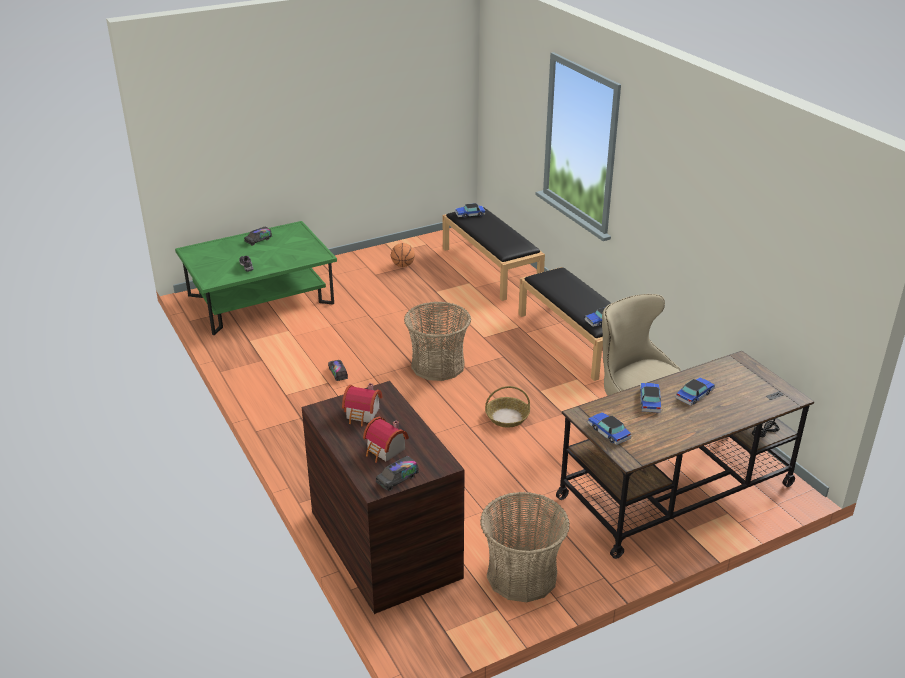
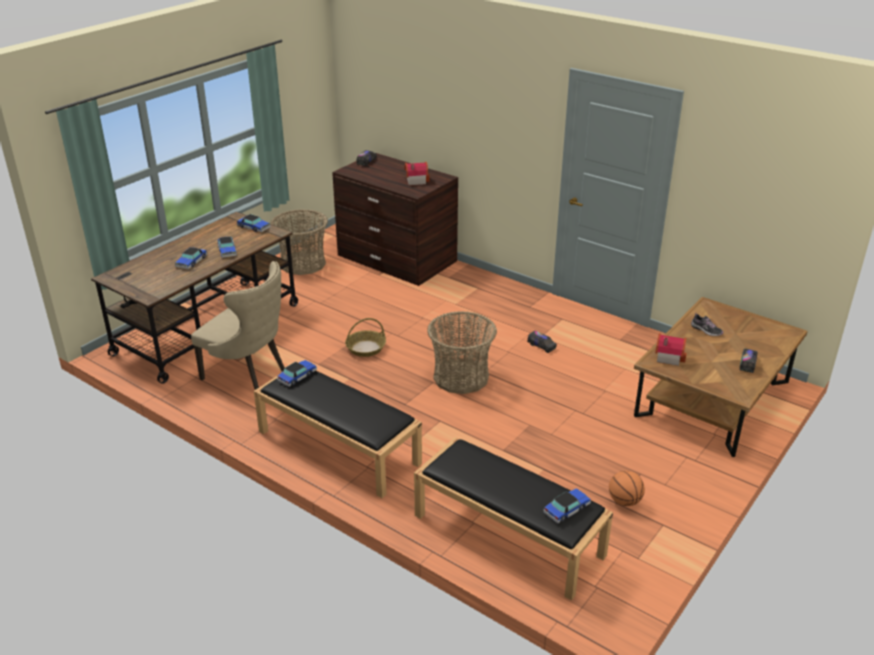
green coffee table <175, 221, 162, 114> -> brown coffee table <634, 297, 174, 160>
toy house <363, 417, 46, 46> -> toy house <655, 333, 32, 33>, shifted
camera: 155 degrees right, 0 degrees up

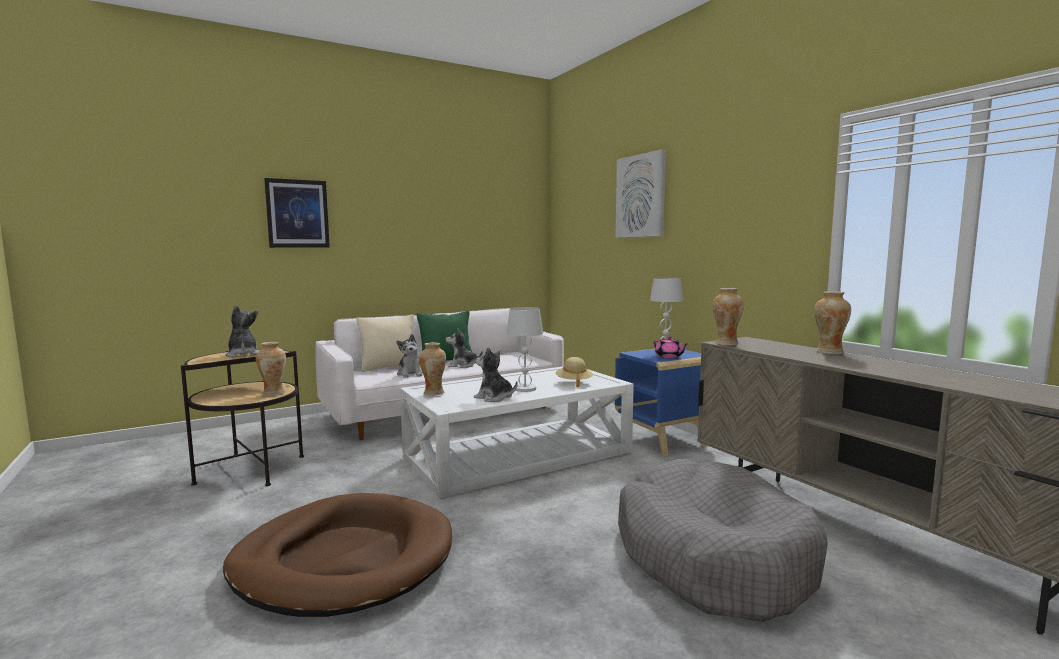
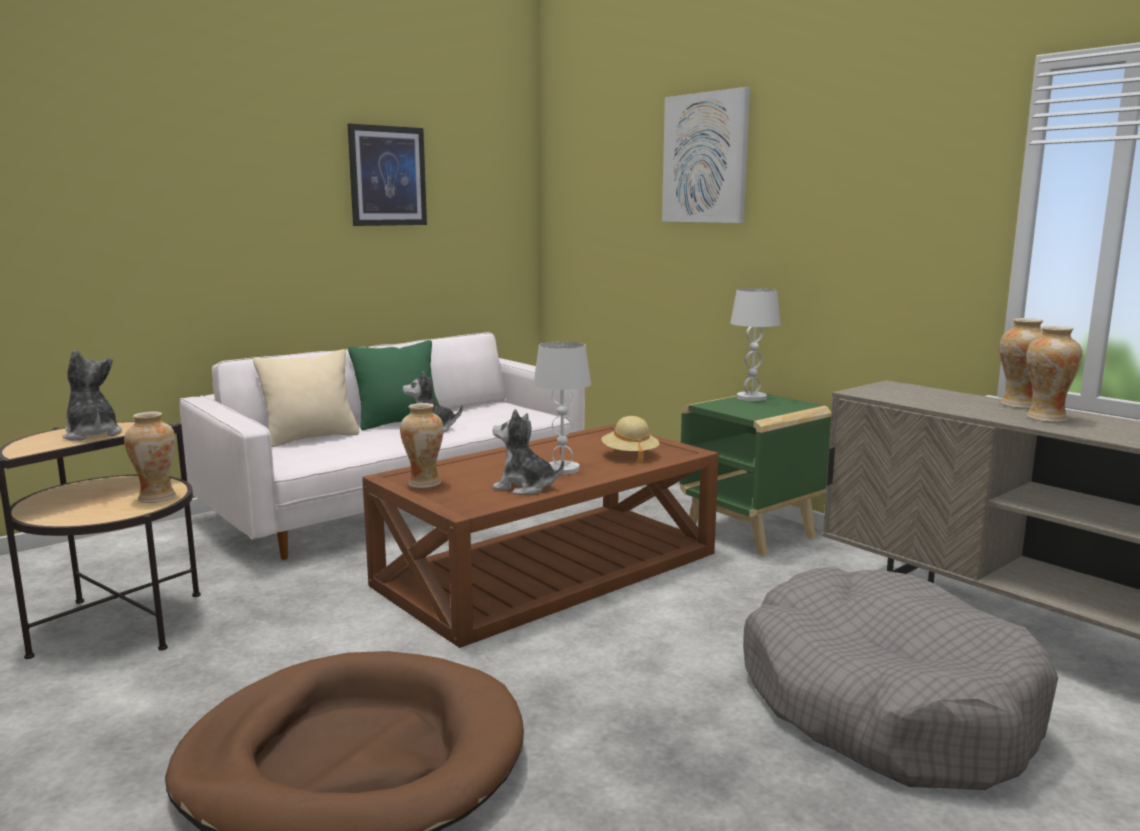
picture <264, 178, 66, 70> -> picture <347, 123, 80, 103>, shifted
vase <712, 288, 32, 57> -> vase <1026, 326, 56, 96>, shifted
plush toy <396, 334, 27, 44> -> none
pink teapot <653, 336, 34, 23> -> none
blue side table <615, 349, 92, 107> -> green side table <680, 393, 151, 163>
white coffee table <400, 366, 234, 132> -> brown coffee table <362, 424, 356, 224>
camera: 10 degrees left, 5 degrees up

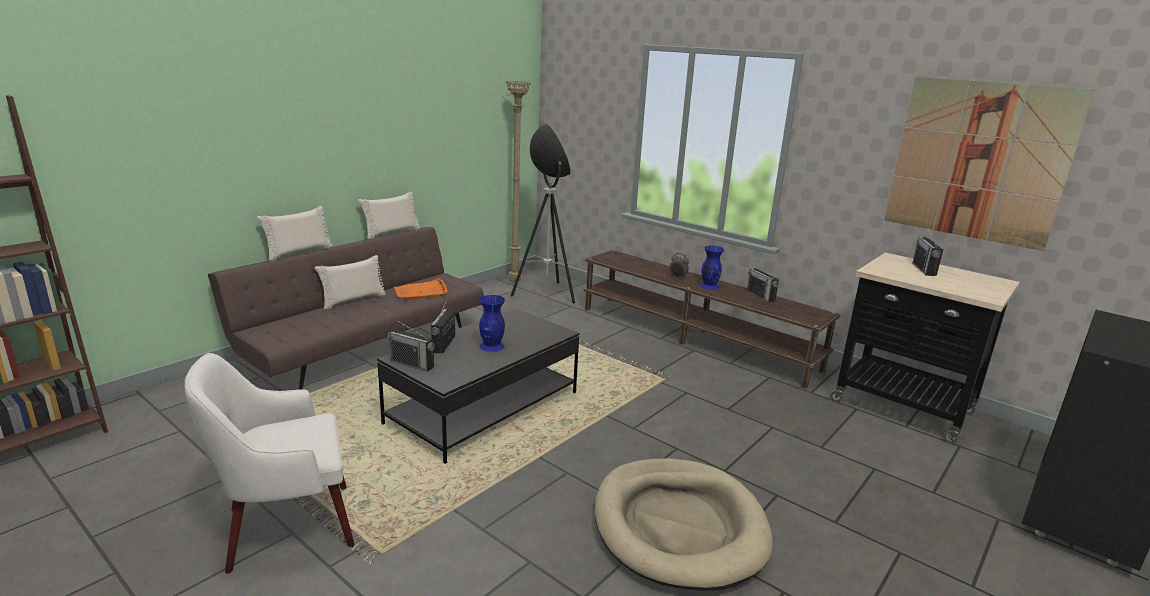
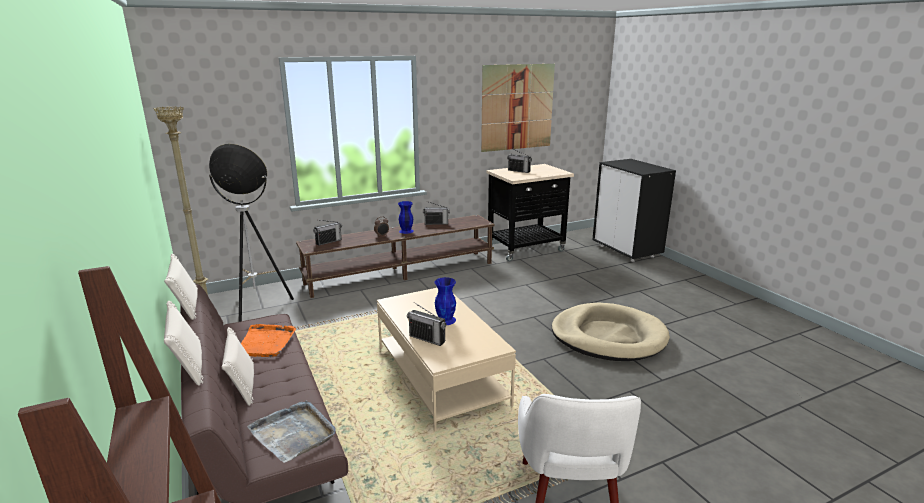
black coffee table <377, 308, 203, 156> -> beige coffee table <377, 288, 139, 143>
radio <388, 320, 47, 52> -> radio <313, 220, 29, 26>, shifted
none -> grey tray <247, 400, 89, 63>
camera: 65 degrees left, 0 degrees up

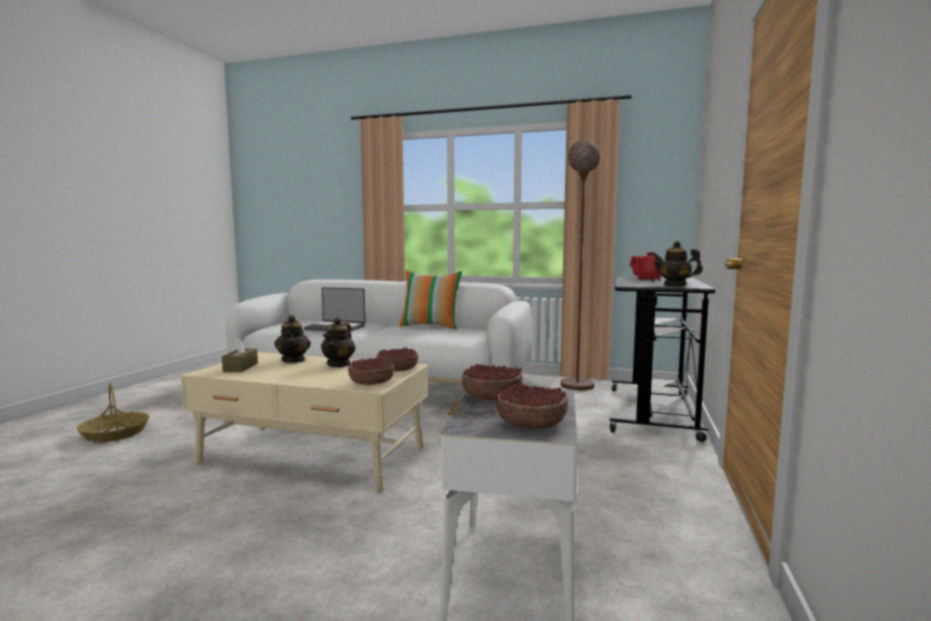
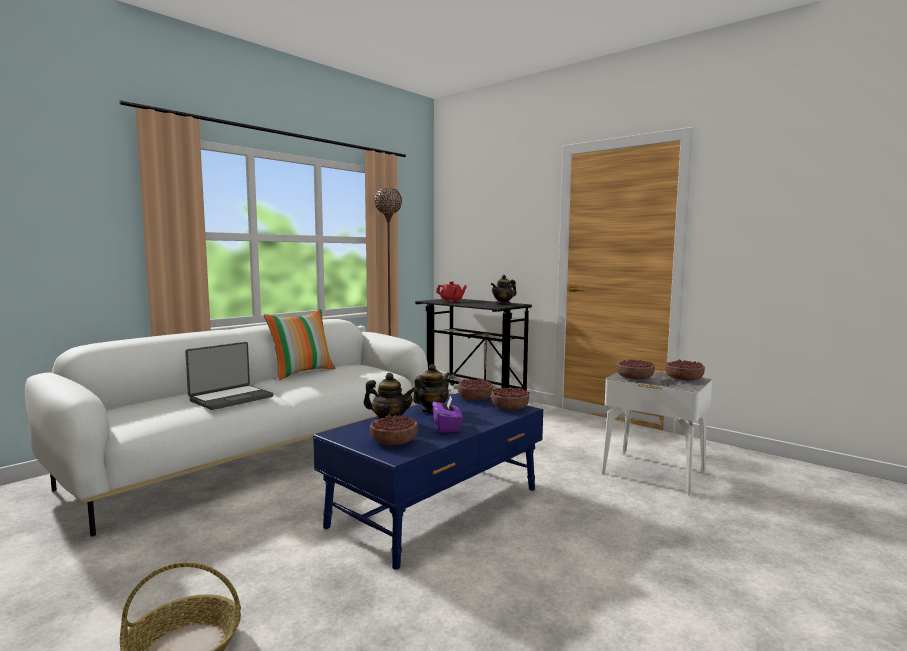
teapot <321, 317, 34, 50> -> teapot <413, 364, 37, 49>, 90 degrees counterclockwise
brown tissue box <222, 337, 36, 35> -> bowl <370, 414, 48, 31>
beige coffee table <181, 352, 247, 139> -> blue coffee table <313, 393, 230, 177>
none -> purple tissue box <432, 395, 30, 38>
camera: 65 degrees left, 0 degrees up

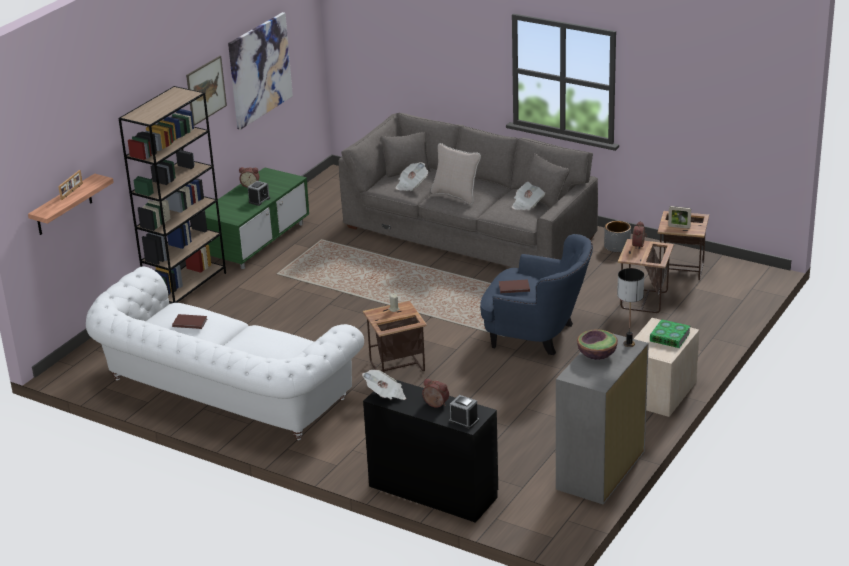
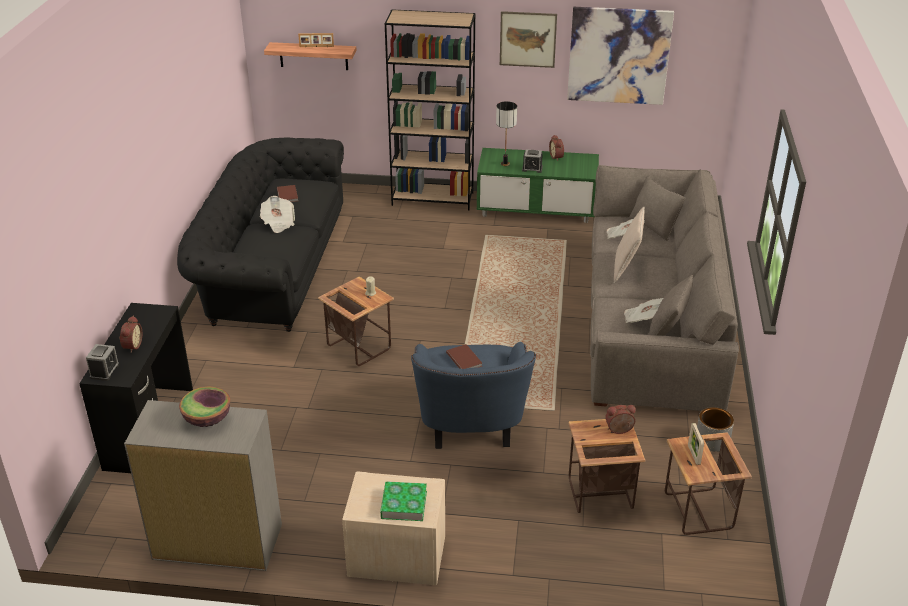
white sofa <86, 266, 278, 174> -> black sofa <177, 138, 167, 194>
table lamp <617, 268, 27, 79> -> table lamp <496, 101, 21, 65>, shifted
newspaper <362, 370, 44, 30> -> newspaper <260, 196, 35, 37>, shifted
camera: 65 degrees right, 5 degrees up

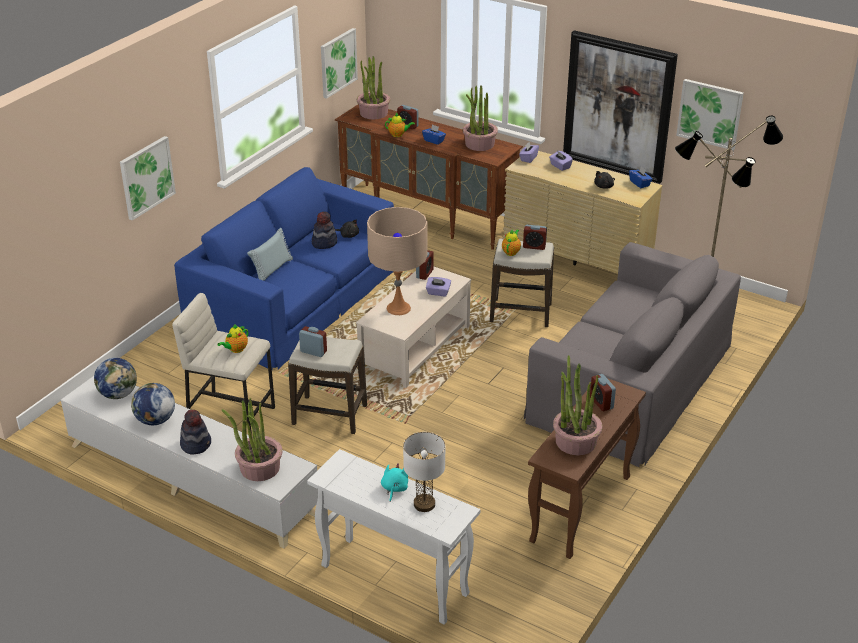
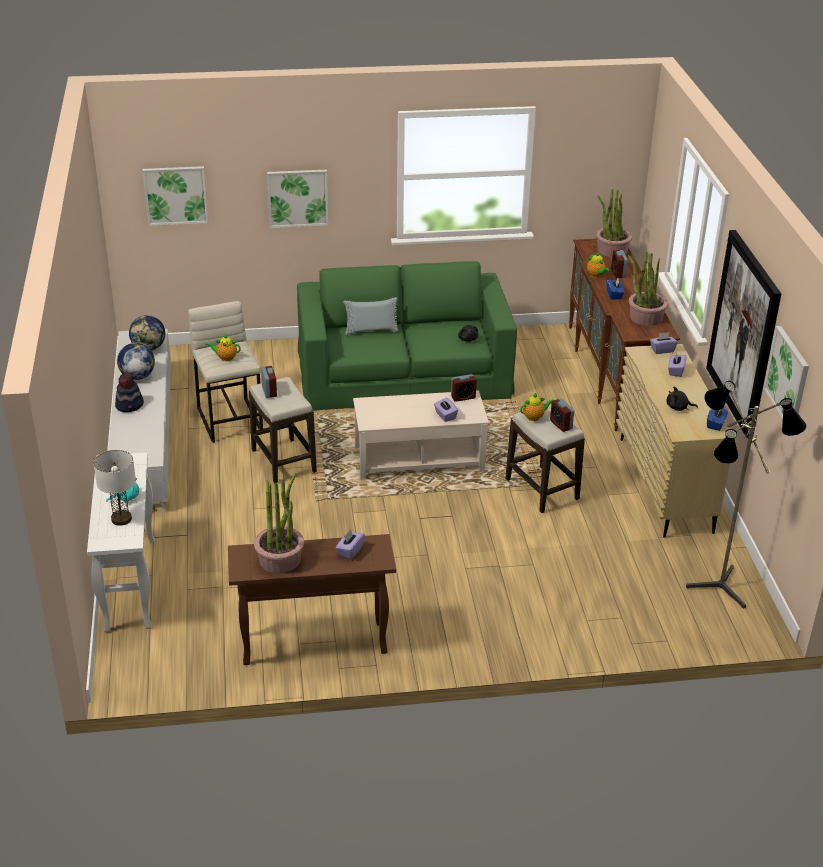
picture <321, 28, 37, 71> -> picture <143, 166, 65, 60>, shifted
blue sofa <174, 167, 220, 203> -> green sofa <297, 261, 220, 150>
beige table lamp <367, 207, 60, 108> -> none
hat <312, 212, 25, 37> -> none
grey sofa <524, 242, 217, 225> -> none
alarm clock <590, 374, 26, 37> -> purple tissue box <336, 529, 29, 31>
potted plant <222, 398, 61, 83> -> none
camera: 50 degrees right, 0 degrees up

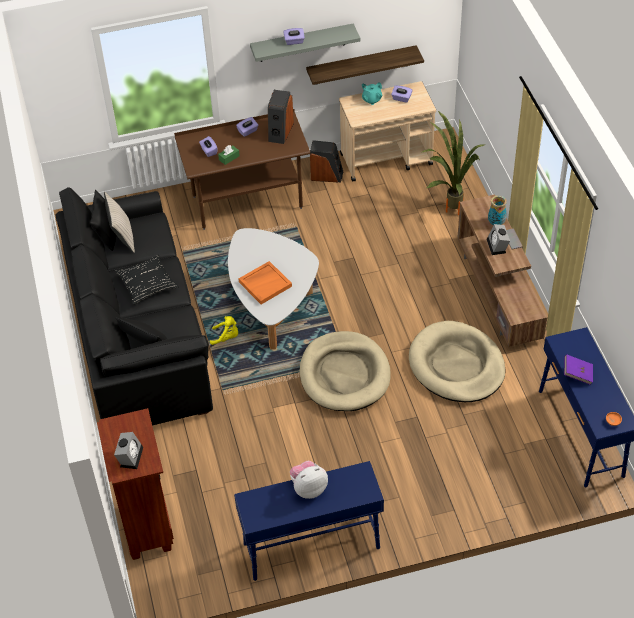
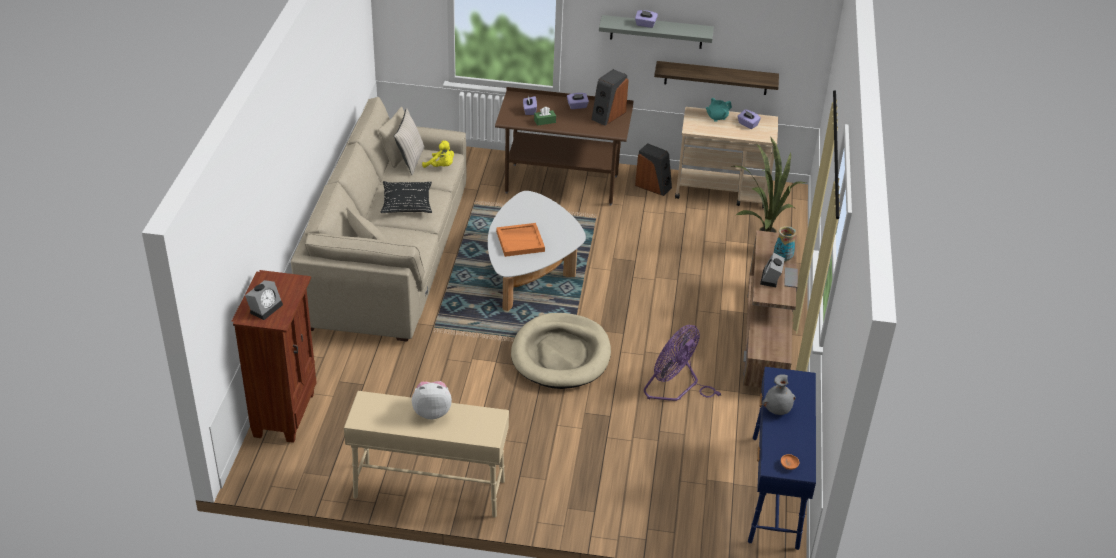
black sofa <56, 187, 157, 239> -> beige sofa <291, 97, 175, 245>
yellow plush toy <210, 316, 28, 29> -> yellow plush toy <422, 141, 32, 27>, shifted
beige dog bed <409, 321, 97, 81> -> purple fan <644, 325, 77, 76>
purple book <564, 354, 29, 31> -> grey vase <762, 374, 34, 41>
blue console table <234, 461, 150, 120> -> beige console table <344, 391, 165, 126>
camera: 20 degrees right, 10 degrees down

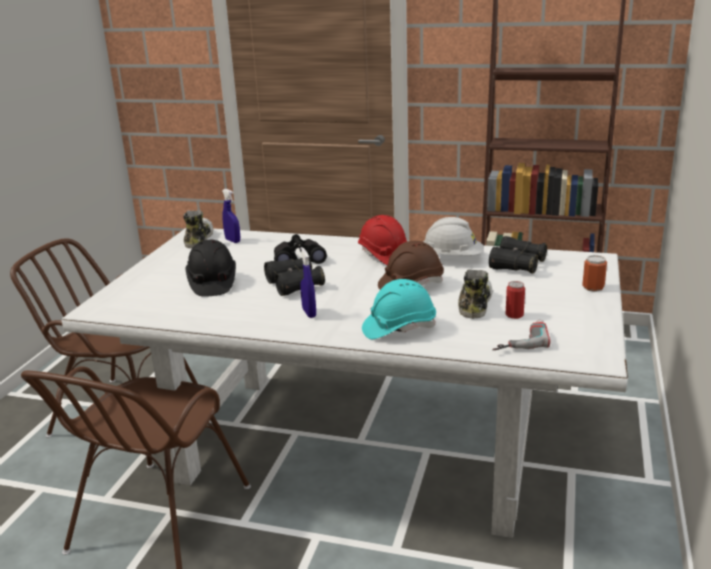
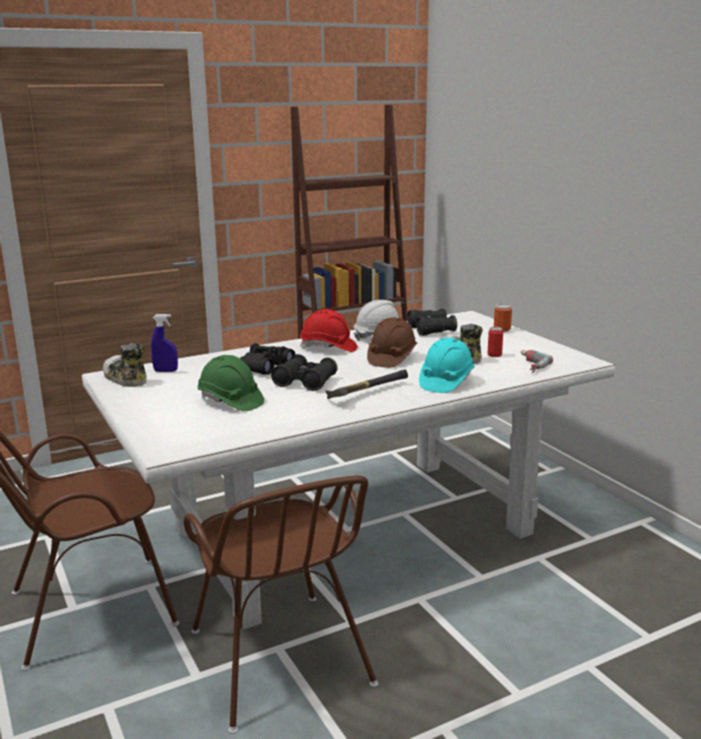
black hard hat <186, 240, 50, 57> -> green hard hat <197, 355, 67, 56>
blue spray bottle <300, 247, 16, 71> -> hammer <326, 370, 82, 29>
camera: 45 degrees left, 5 degrees down

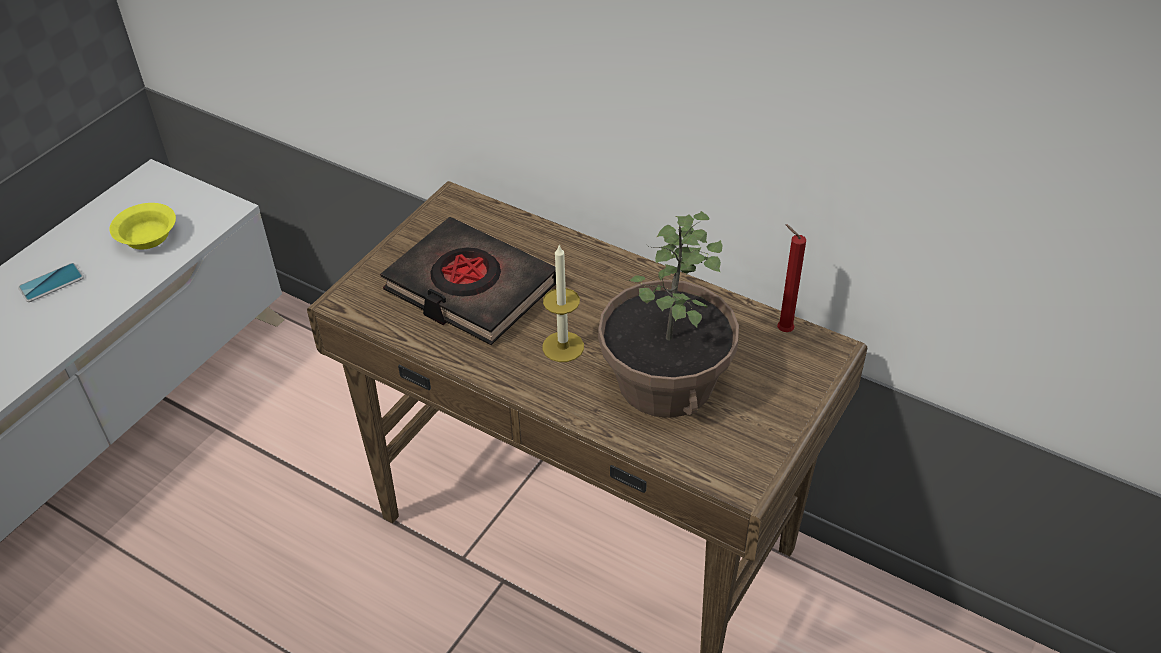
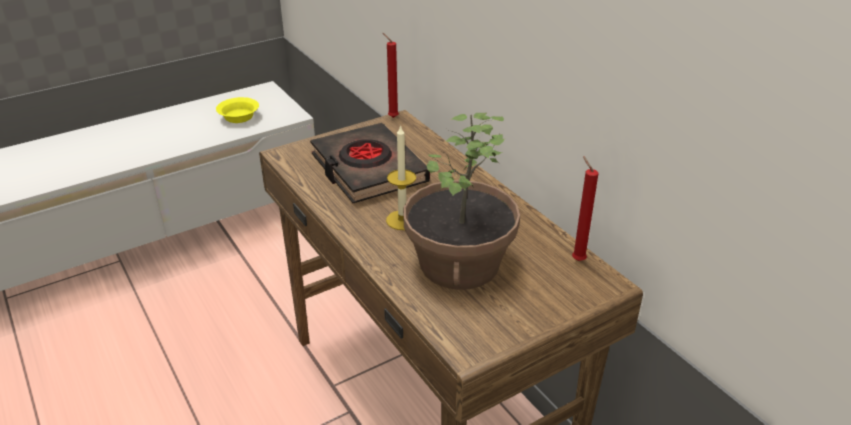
phone <18, 263, 66, 39> -> none
none -> red candle <383, 33, 16, 85>
camera: 25 degrees right, 10 degrees down

